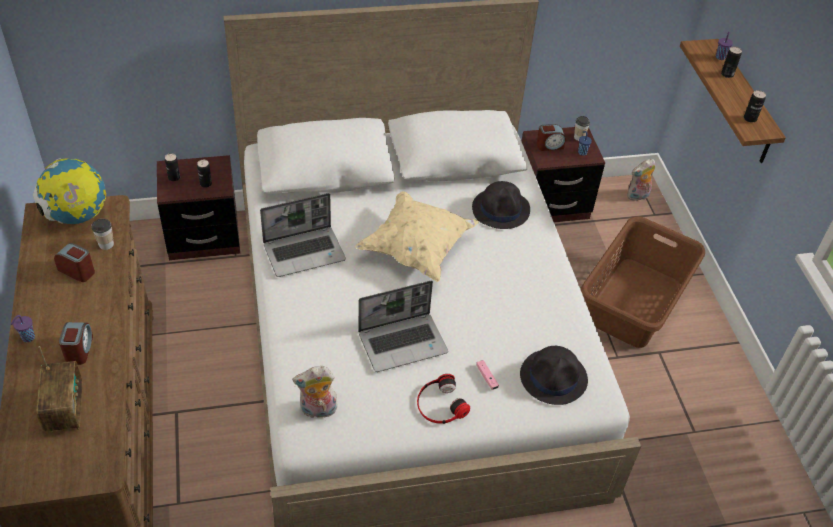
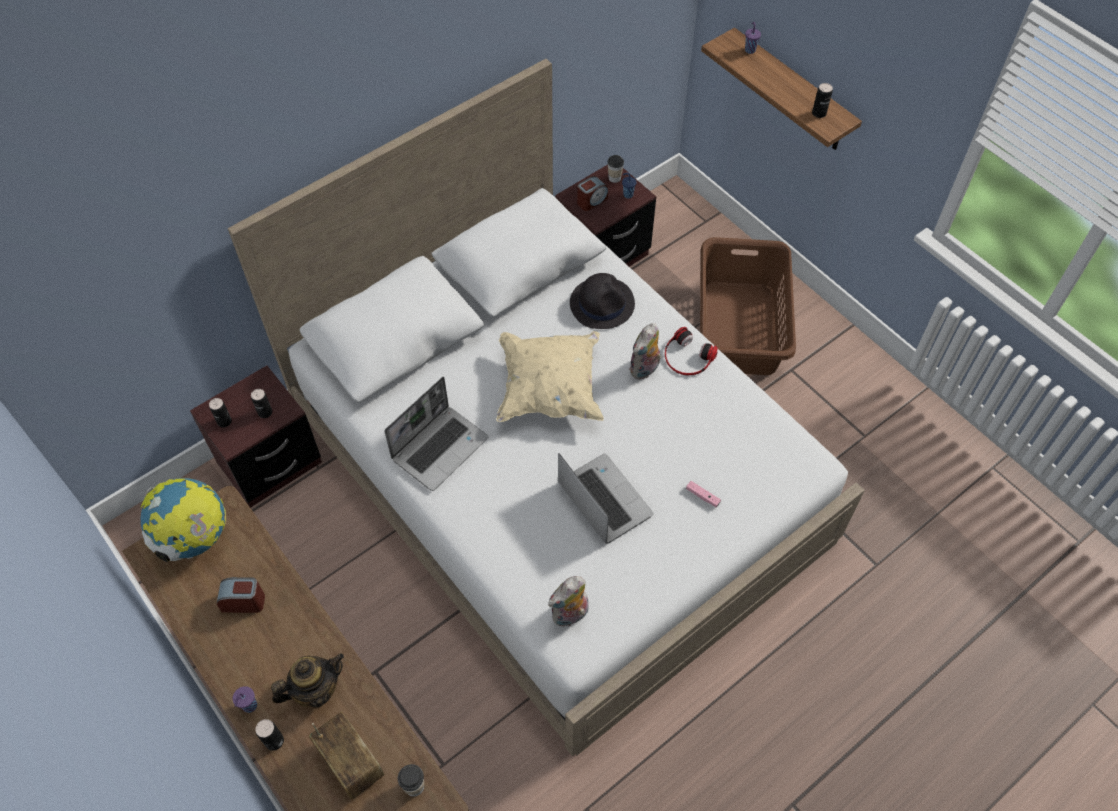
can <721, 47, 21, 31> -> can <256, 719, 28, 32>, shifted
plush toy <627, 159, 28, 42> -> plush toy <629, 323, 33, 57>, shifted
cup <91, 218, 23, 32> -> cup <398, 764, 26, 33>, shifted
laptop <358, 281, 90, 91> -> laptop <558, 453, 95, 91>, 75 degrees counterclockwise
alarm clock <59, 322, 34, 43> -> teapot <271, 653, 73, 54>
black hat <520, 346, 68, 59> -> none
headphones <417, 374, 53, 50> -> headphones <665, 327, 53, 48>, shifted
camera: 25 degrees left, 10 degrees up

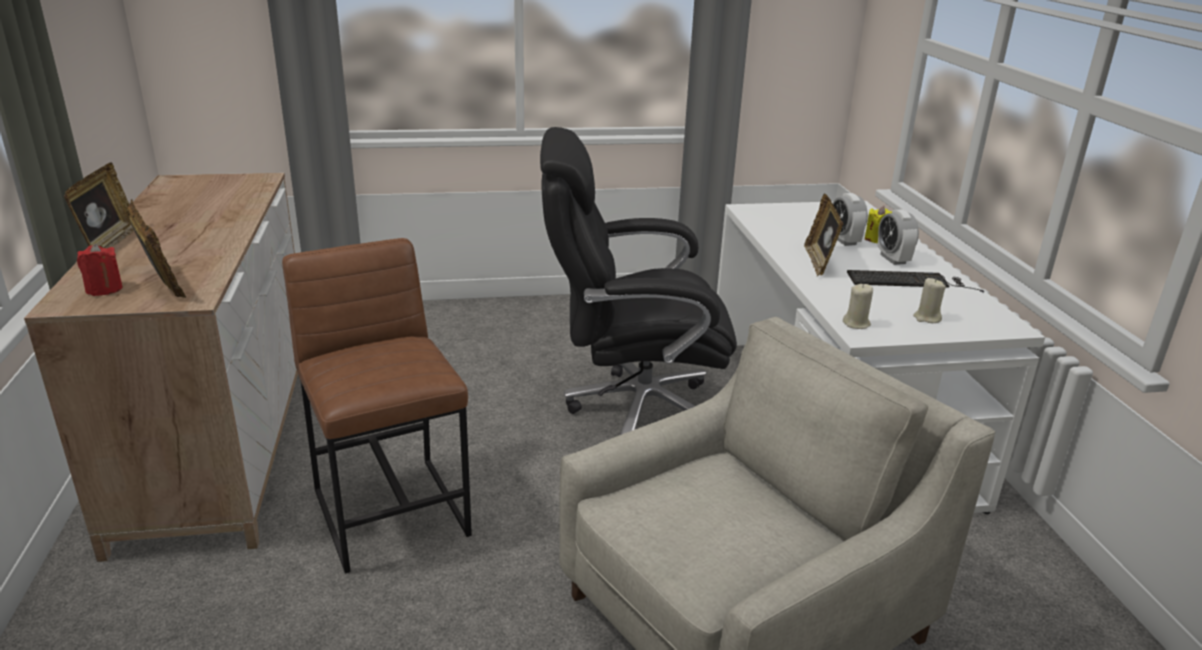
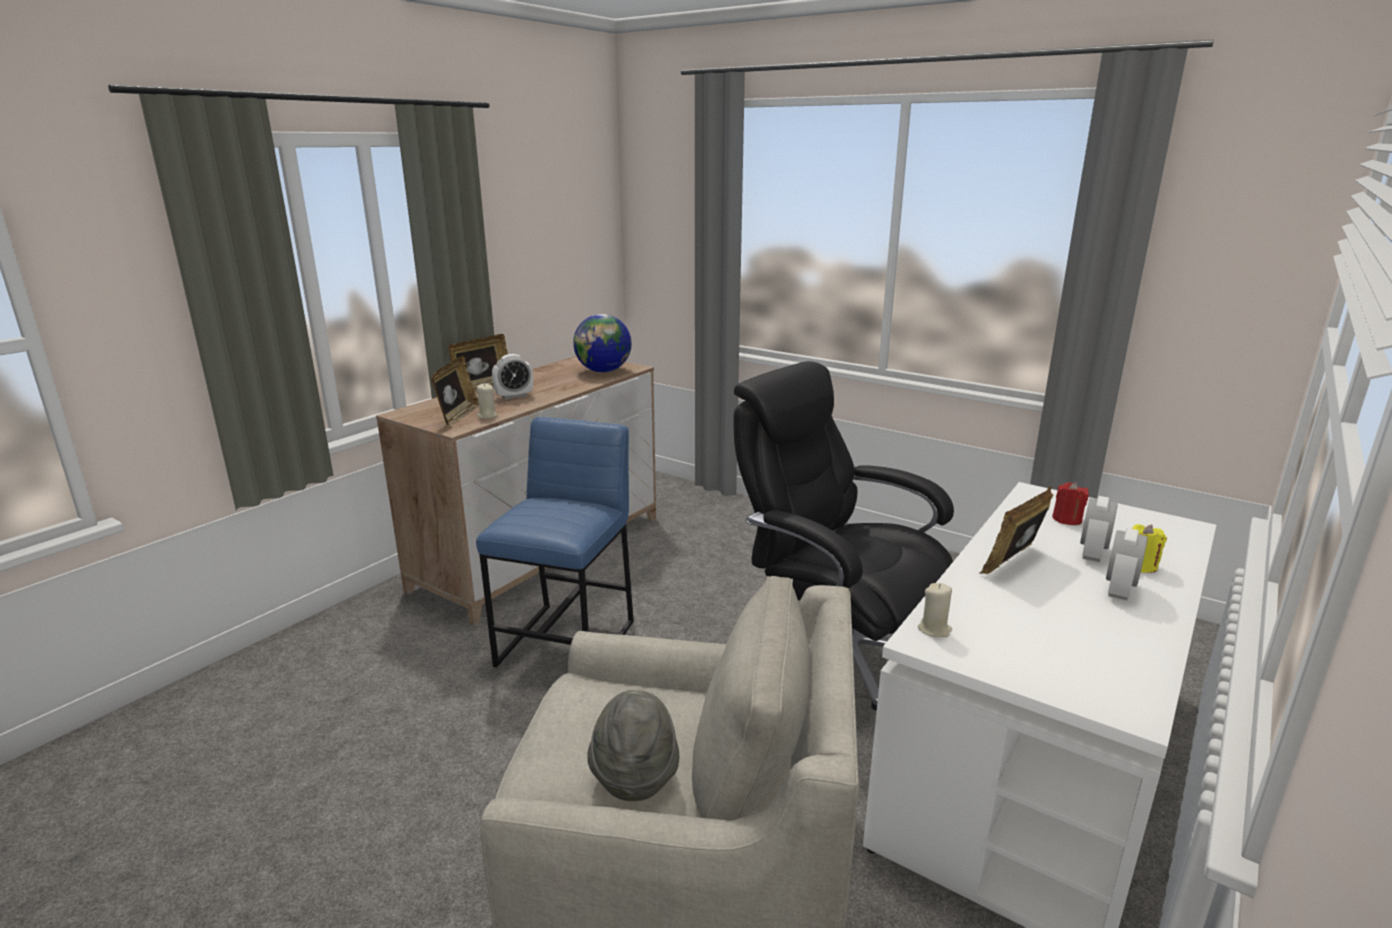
brown chair <282, 238, 190, 336> -> blue chair <476, 417, 158, 250>
red candle <77, 243, 46, 53> -> red candle <1052, 482, 37, 43>, shifted
keyboard <847, 270, 137, 22> -> none
beige candle <913, 278, 33, 45> -> beige candle <477, 383, 21, 36>, shifted
none -> globe <573, 314, 59, 58>
none -> alarm clock <492, 354, 41, 46>
none -> grey hat <587, 690, 92, 111>
camera: 45 degrees right, 5 degrees down

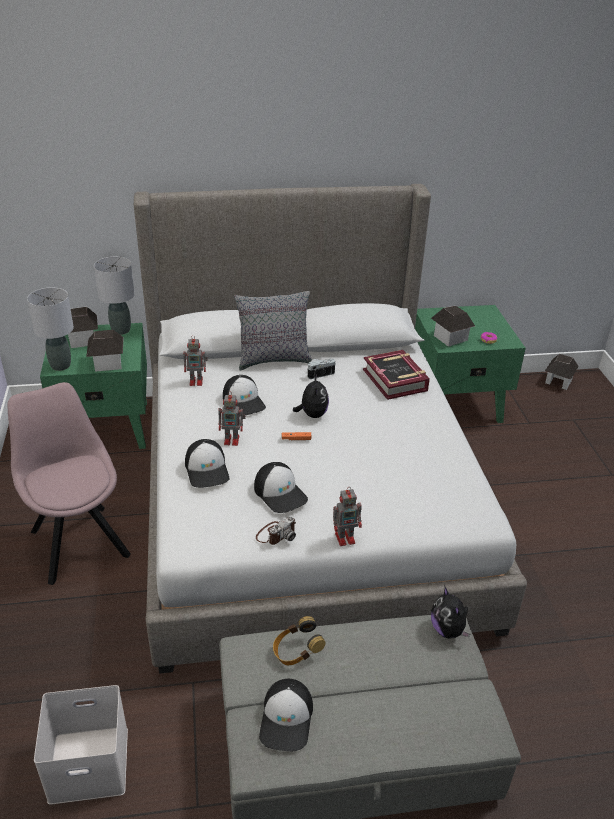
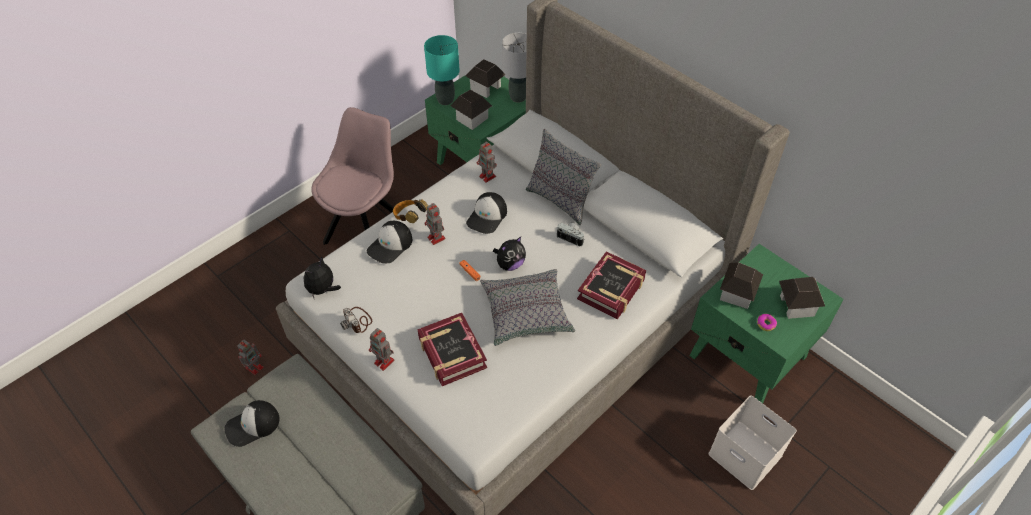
grey table lamp <27, 288, 47, 83> -> turquoise table lamp <424, 35, 35, 70>
toy house <545, 354, 34, 36> -> toy house <779, 277, 46, 42>, shifted
cap <254, 462, 54, 51> -> none
photo camera <256, 517, 40, 28> -> photo camera <340, 307, 32, 26>, 45 degrees clockwise
plush toy <431, 587, 39, 52> -> plush toy <303, 256, 38, 42>, shifted
headphones <273, 616, 53, 49> -> headphones <393, 199, 35, 24>, shifted
white storage box <34, 685, 94, 120> -> white storage box <708, 396, 89, 94>, shifted
none -> grey pillow <480, 269, 95, 77>
none -> book <417, 313, 70, 73>
none -> toy robot <237, 340, 26, 35>
camera: 55 degrees right, 15 degrees up

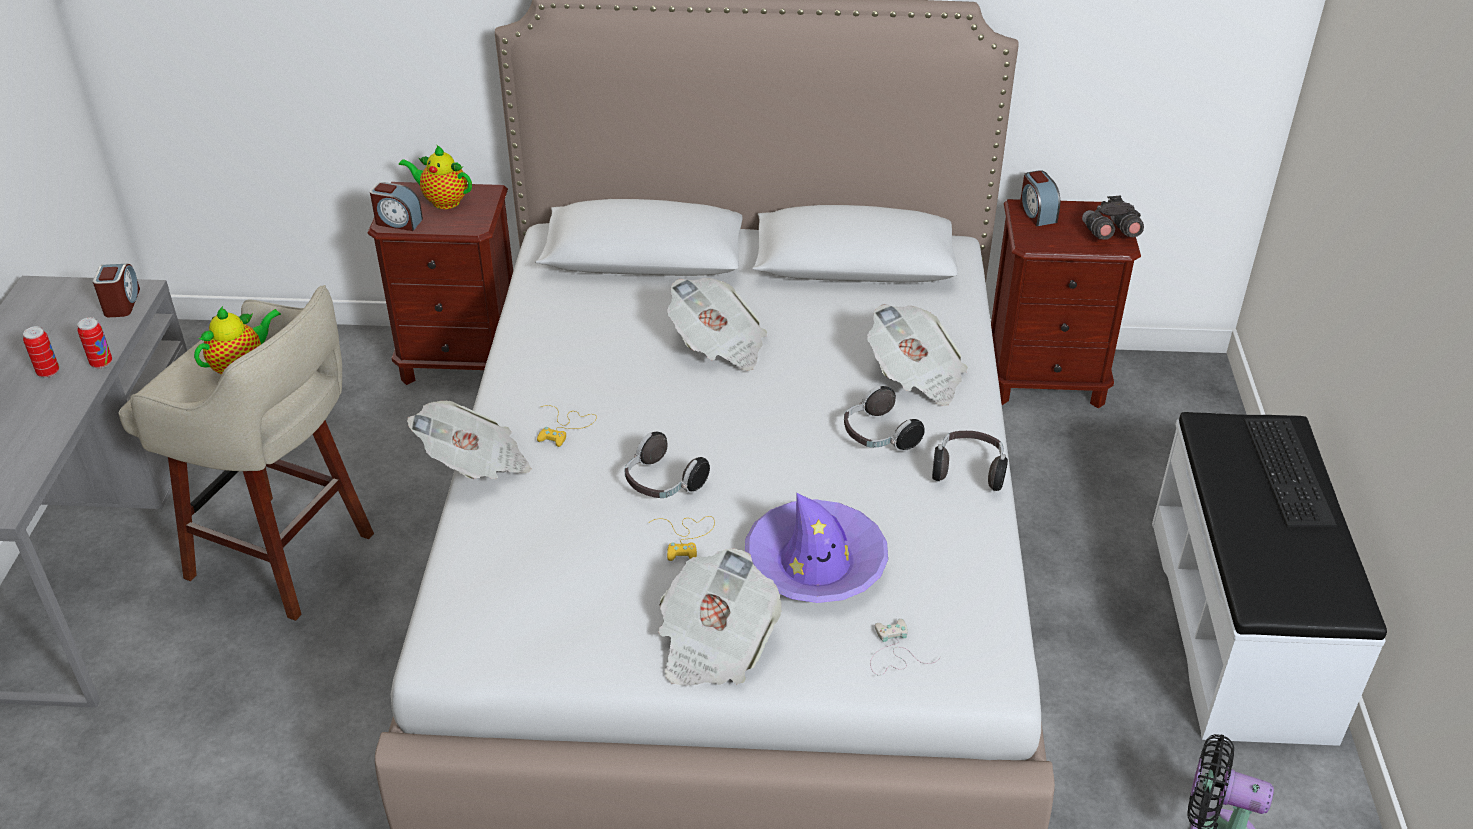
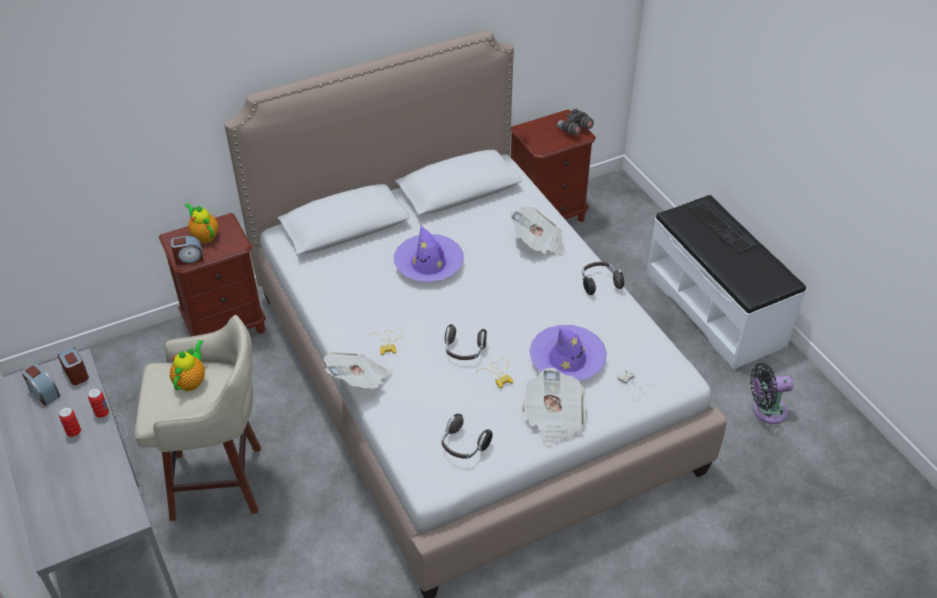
teapot <399, 144, 73, 65> -> teapot <185, 203, 33, 40>, 60 degrees clockwise
alarm clock <1020, 170, 40, 56> -> alarm clock <22, 363, 38, 43>, shifted
newspaper <667, 278, 100, 93> -> purple hat <394, 226, 70, 56>
headphones <844, 385, 81, 66> -> headphones <442, 414, 51, 45>, shifted
camera: 30 degrees left, 5 degrees up

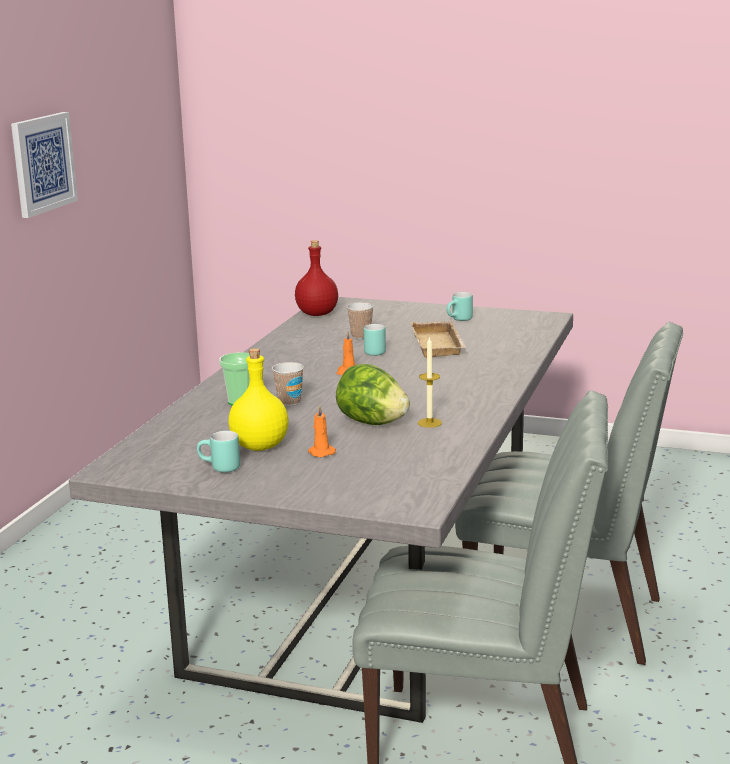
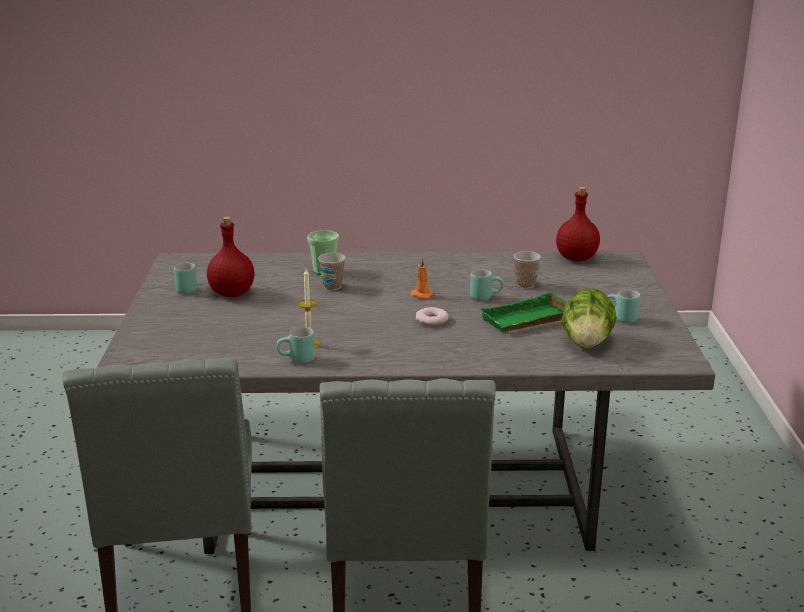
picture <11, 112, 67, 106> -> none
beige tray <410, 321, 57, 37> -> green tray <480, 292, 87, 40>
yellow bottle <228, 348, 61, 103> -> red bottle <207, 216, 47, 81>
lettuce <336, 364, 74, 61> -> lettuce <562, 288, 55, 60>, shifted
orange candle <308, 405, 28, 52> -> none
none -> donut <416, 307, 33, 19>
none -> turquoise mug <277, 327, 38, 36>
camera: 70 degrees right, 5 degrees up

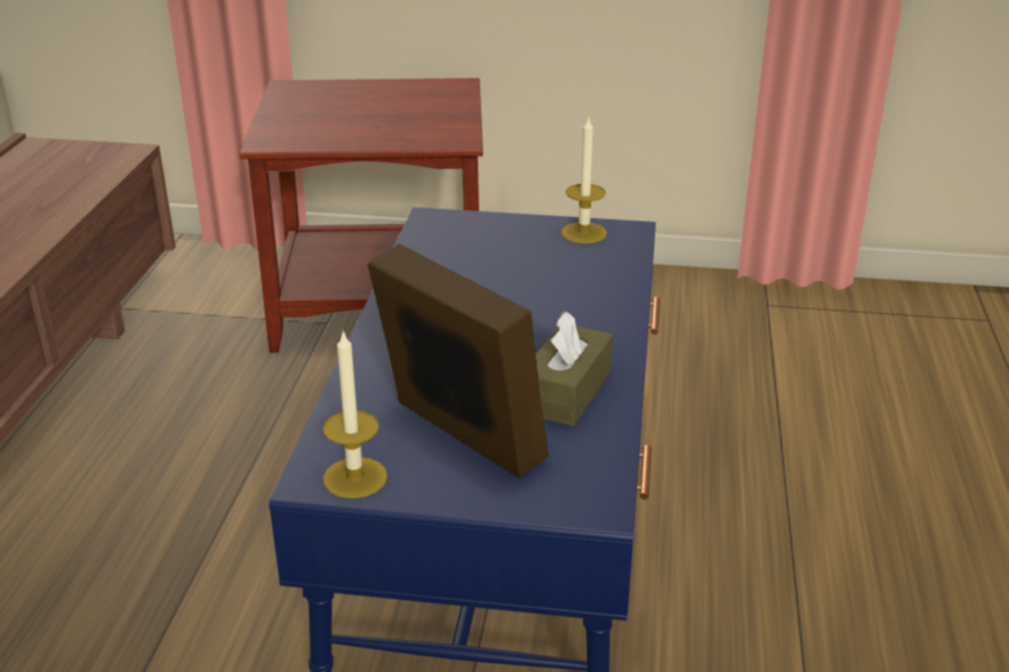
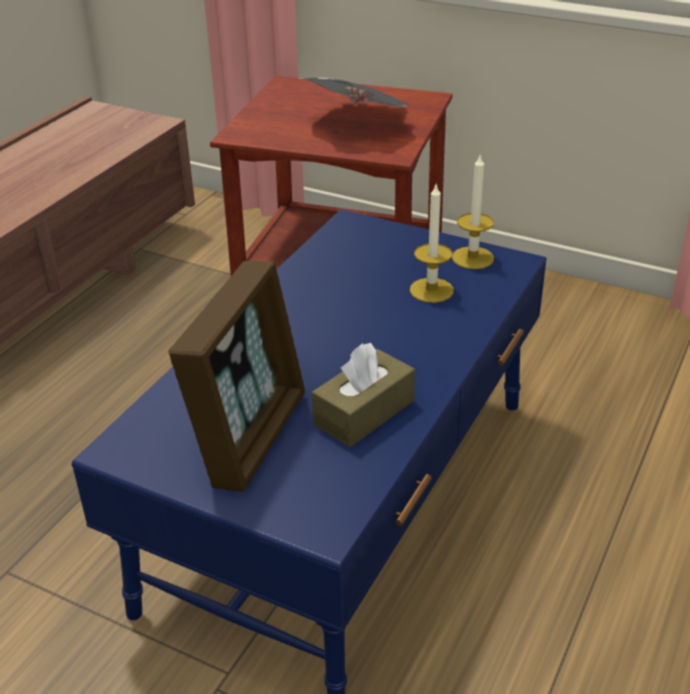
picture frame <368, 244, 181, 235> -> picture frame <169, 261, 136, 231>, 45 degrees clockwise
candle <323, 329, 65, 170> -> candle <410, 182, 44, 121>, shifted
none -> newspaper <299, 78, 109, 29>
camera: 20 degrees right, 5 degrees up

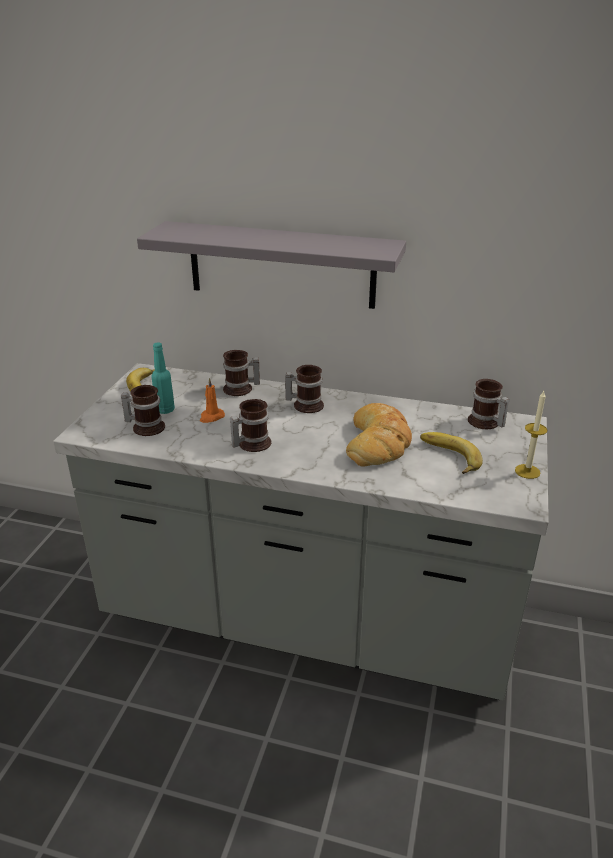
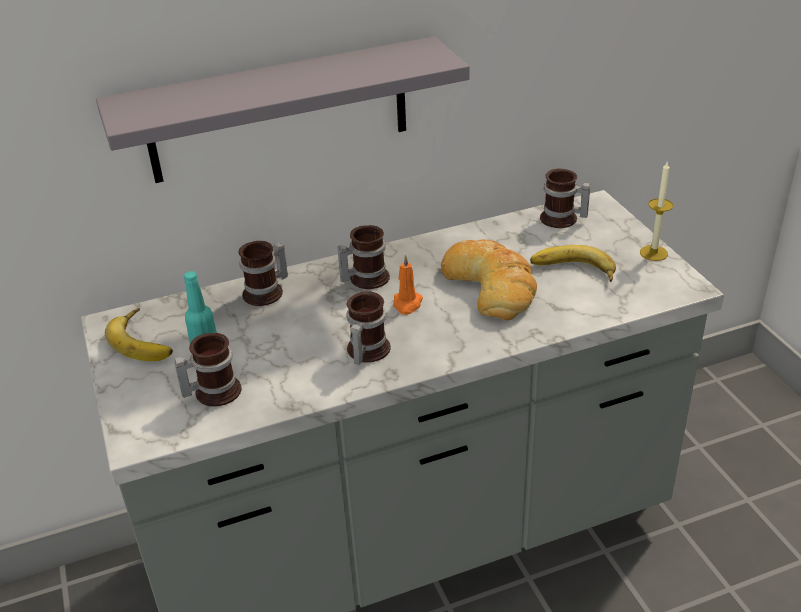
orange candle <200, 378, 25, 45> -> orange candle <393, 255, 30, 60>, shifted
camera: 35 degrees left, 5 degrees up

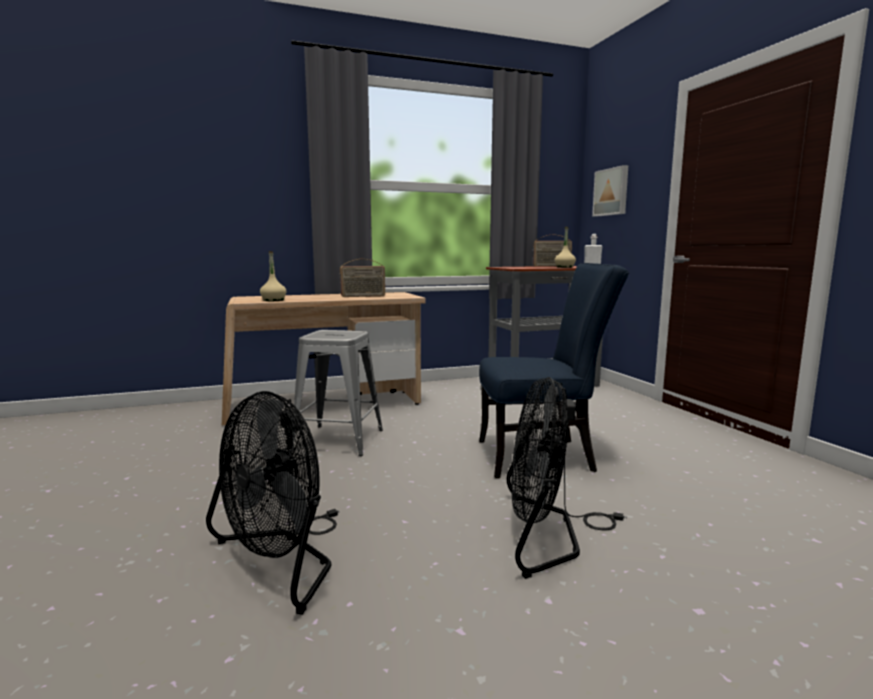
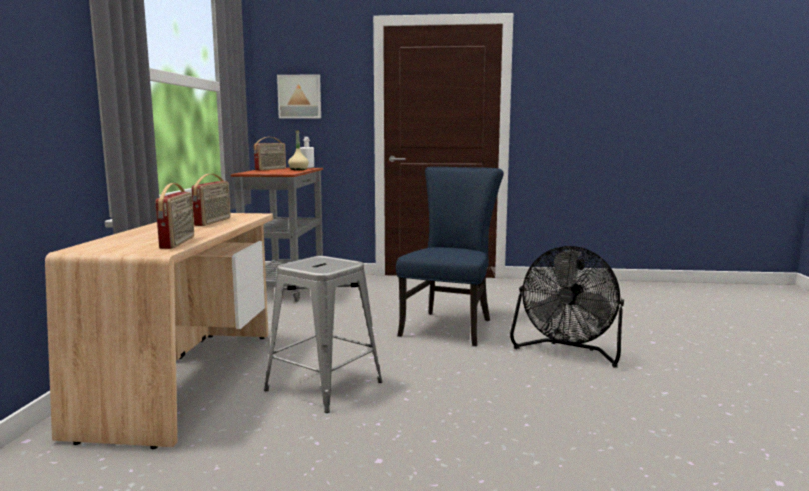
beige bottle <260, 251, 26, 50> -> radio <155, 183, 39, 66>
black fan <206, 391, 134, 224> -> none
camera: 65 degrees left, 0 degrees up

